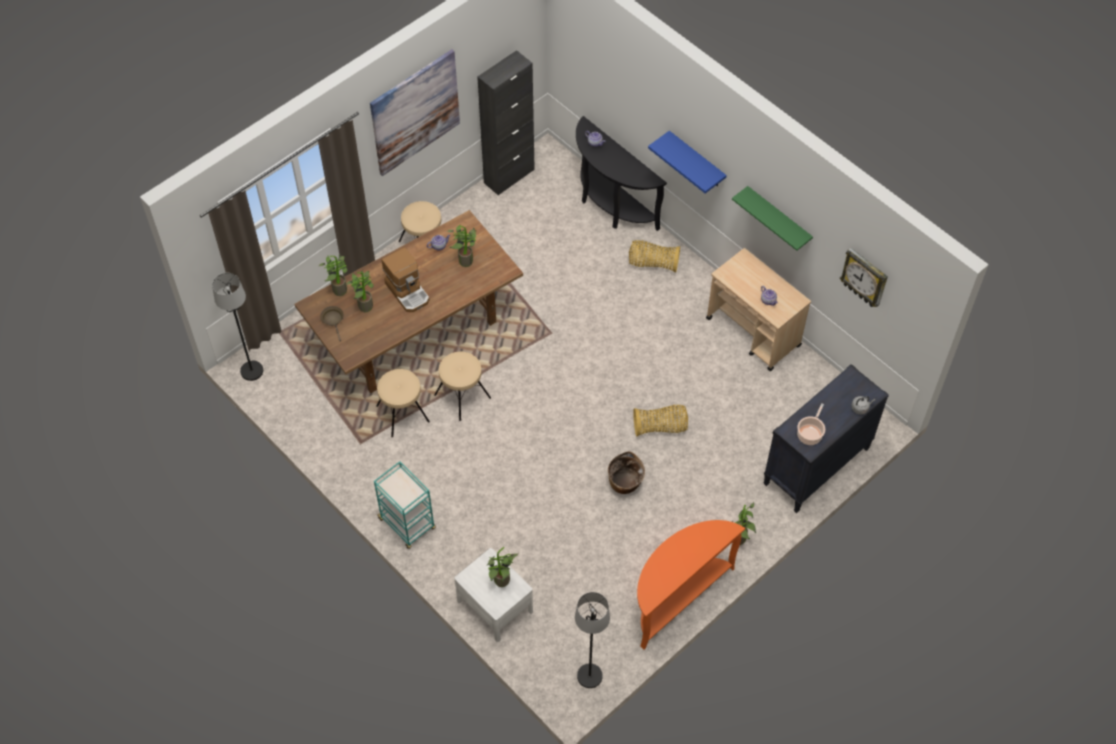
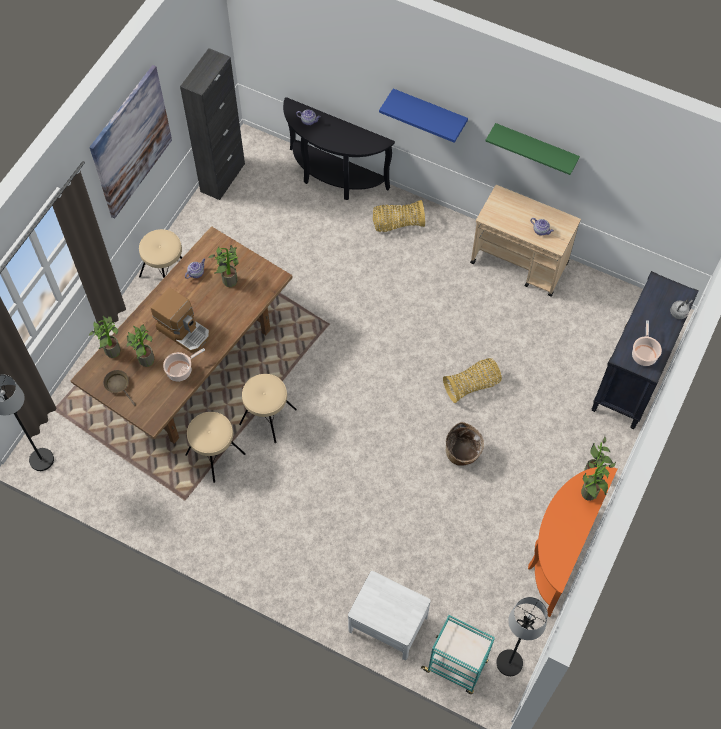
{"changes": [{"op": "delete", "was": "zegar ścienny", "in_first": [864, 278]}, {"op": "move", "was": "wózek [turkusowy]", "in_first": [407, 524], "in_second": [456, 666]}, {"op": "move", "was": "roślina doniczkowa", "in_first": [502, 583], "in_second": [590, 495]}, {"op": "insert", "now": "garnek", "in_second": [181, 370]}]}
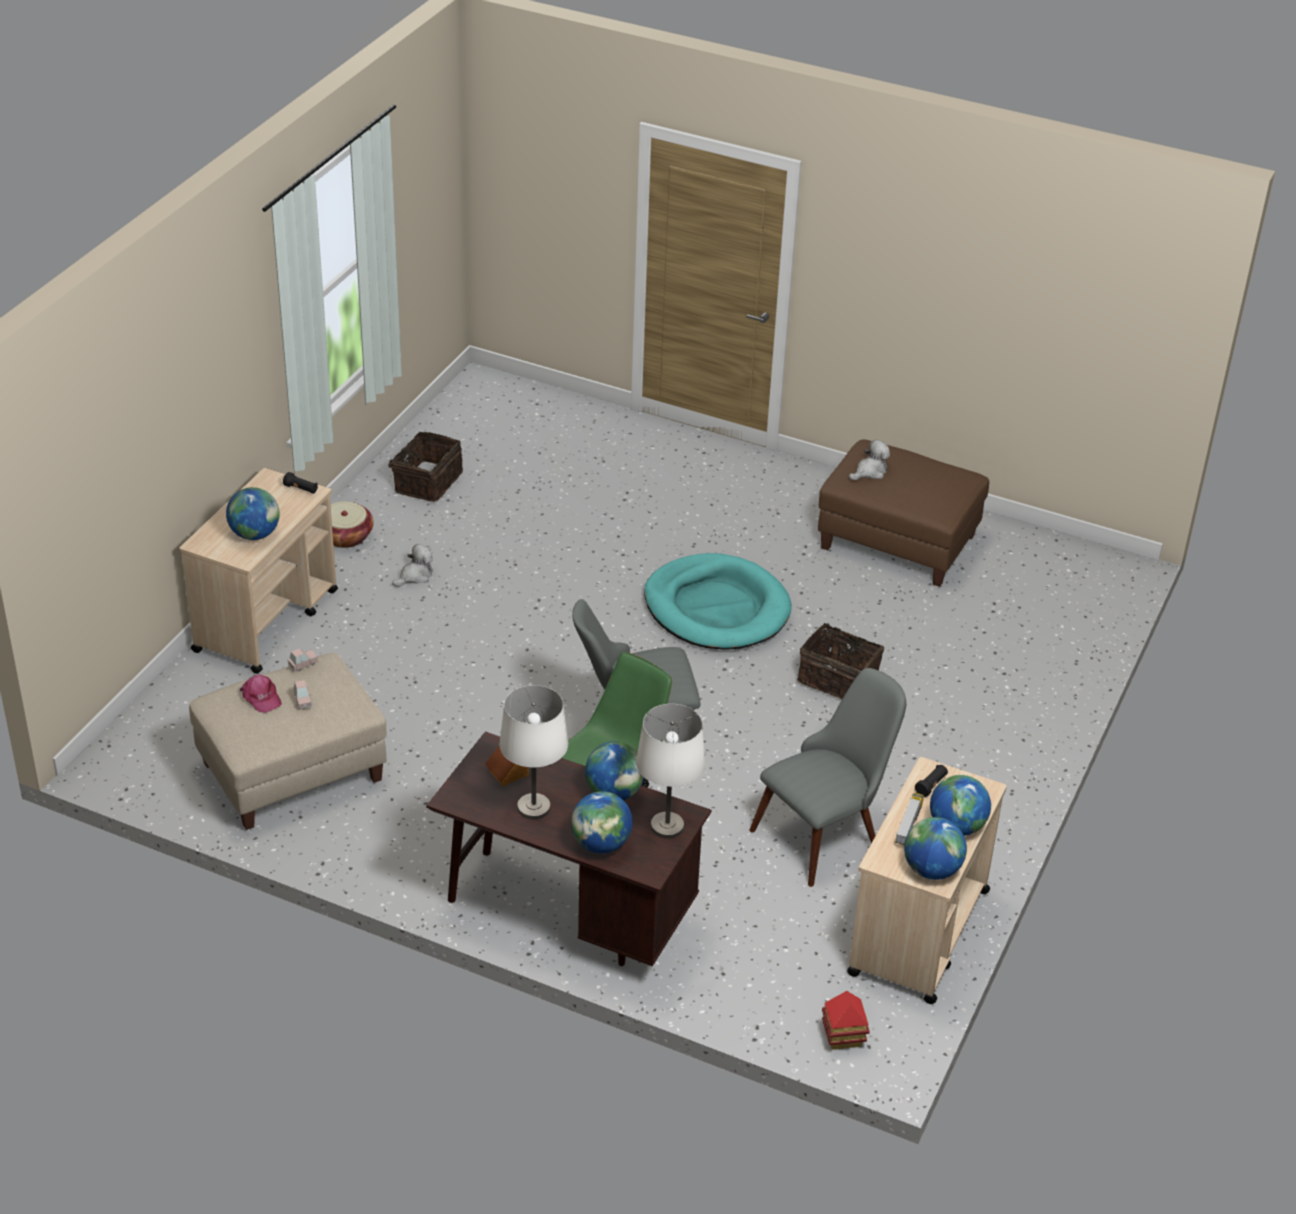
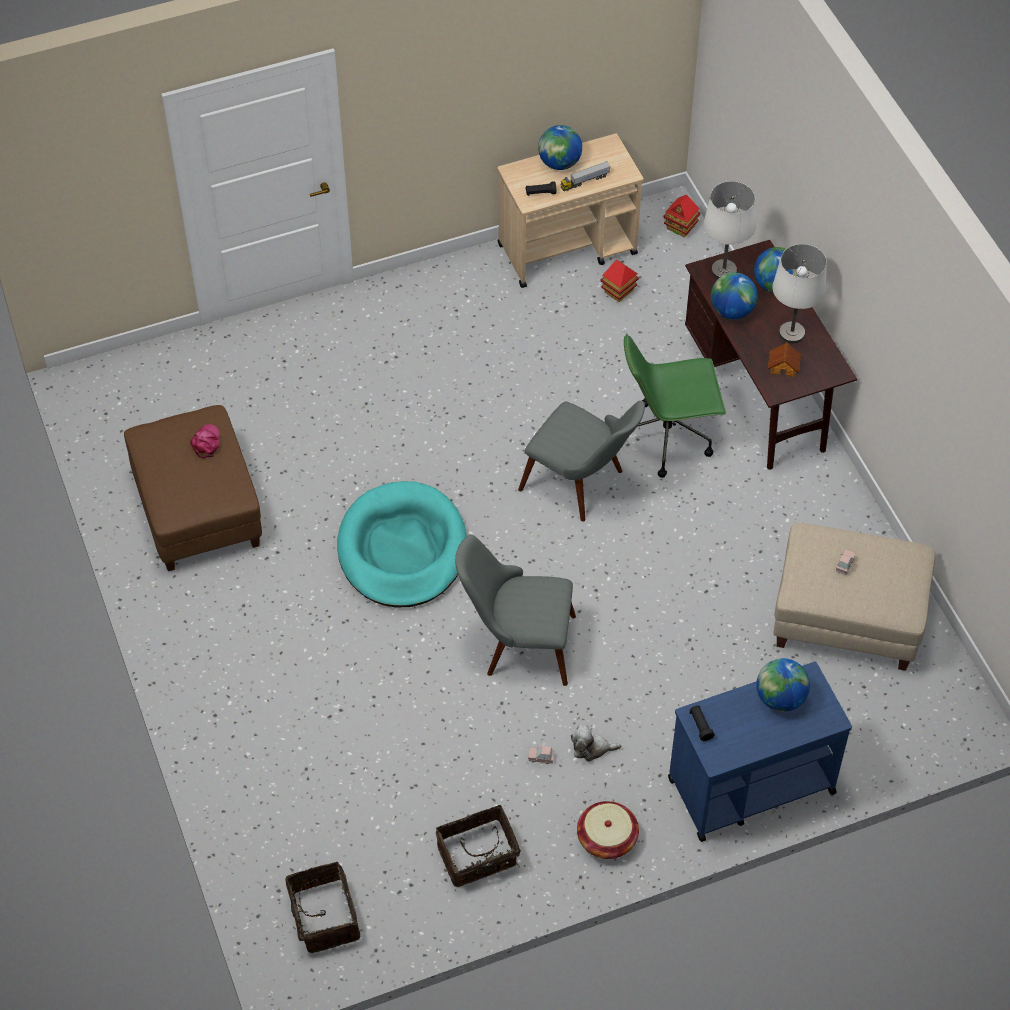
{"changes": [{"op": "delete", "was": "pluszak", "in_first": [870, 472]}, {"op": "recolor", "was": "wózek [beżowy]", "now": "wózek [niebieski]", "in_first": [267, 620], "in_second": [750, 785]}, {"op": "move", "was": "koszyk", "in_first": [838, 679], "in_second": [323, 918]}, {"op": "move", "was": "samochodzik [różowy]", "in_first": [303, 664], "in_second": [541, 758]}, {"op": "move", "was": "krzesło [szary]", "in_first": [826, 832], "in_second": [517, 644]}, {"op": "move", "was": "czapka z daszkiem [różowy]", "in_first": [261, 697], "in_second": [206, 443]}, {"op": "delete", "was": "globus", "in_first": [931, 870]}, {"op": "insert", "now": "domek", "in_second": [618, 292]}]}
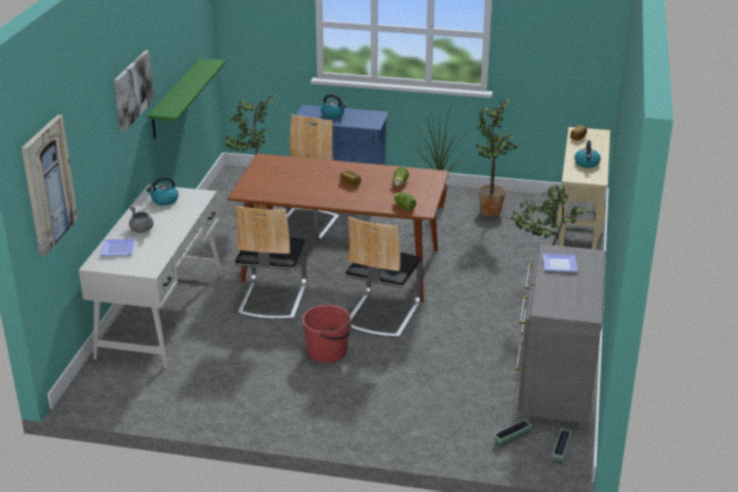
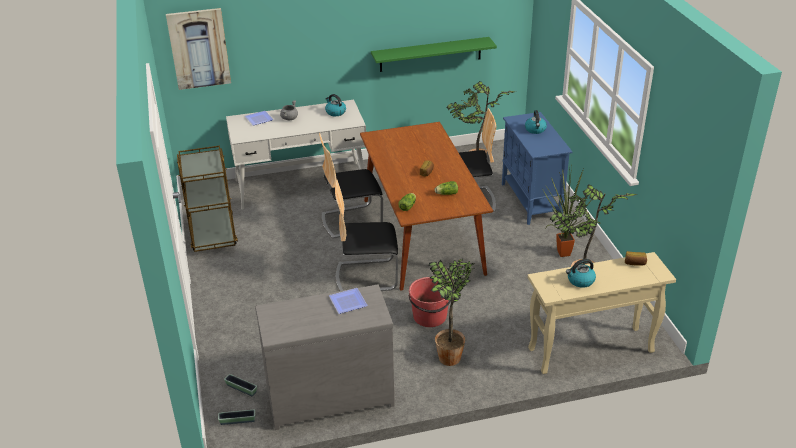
{"changes": [{"op": "delete", "was": "obraz", "in_first": [132, 89]}, {"op": "move", "was": "wiadro [czerwony]", "in_first": [327, 351], "in_second": [430, 317]}, {"op": "insert", "now": "wózek [brązowy]", "in_second": [213, 233]}]}
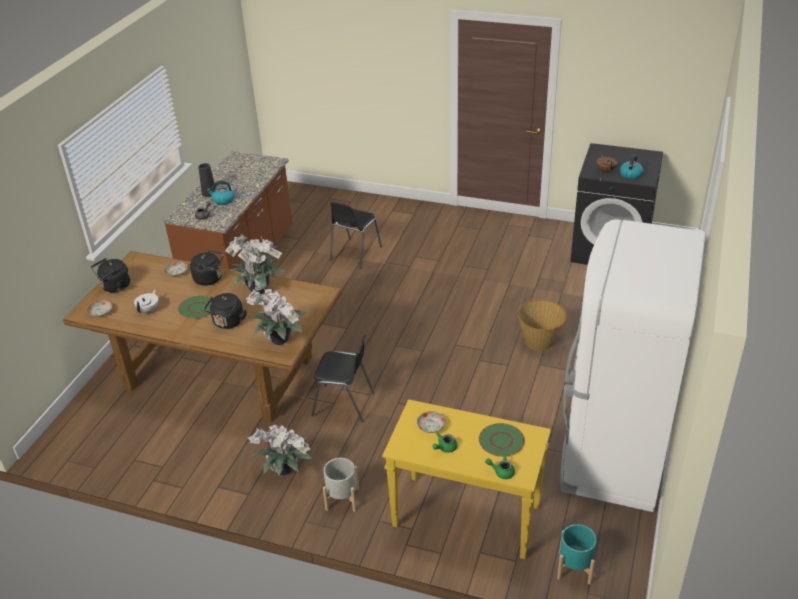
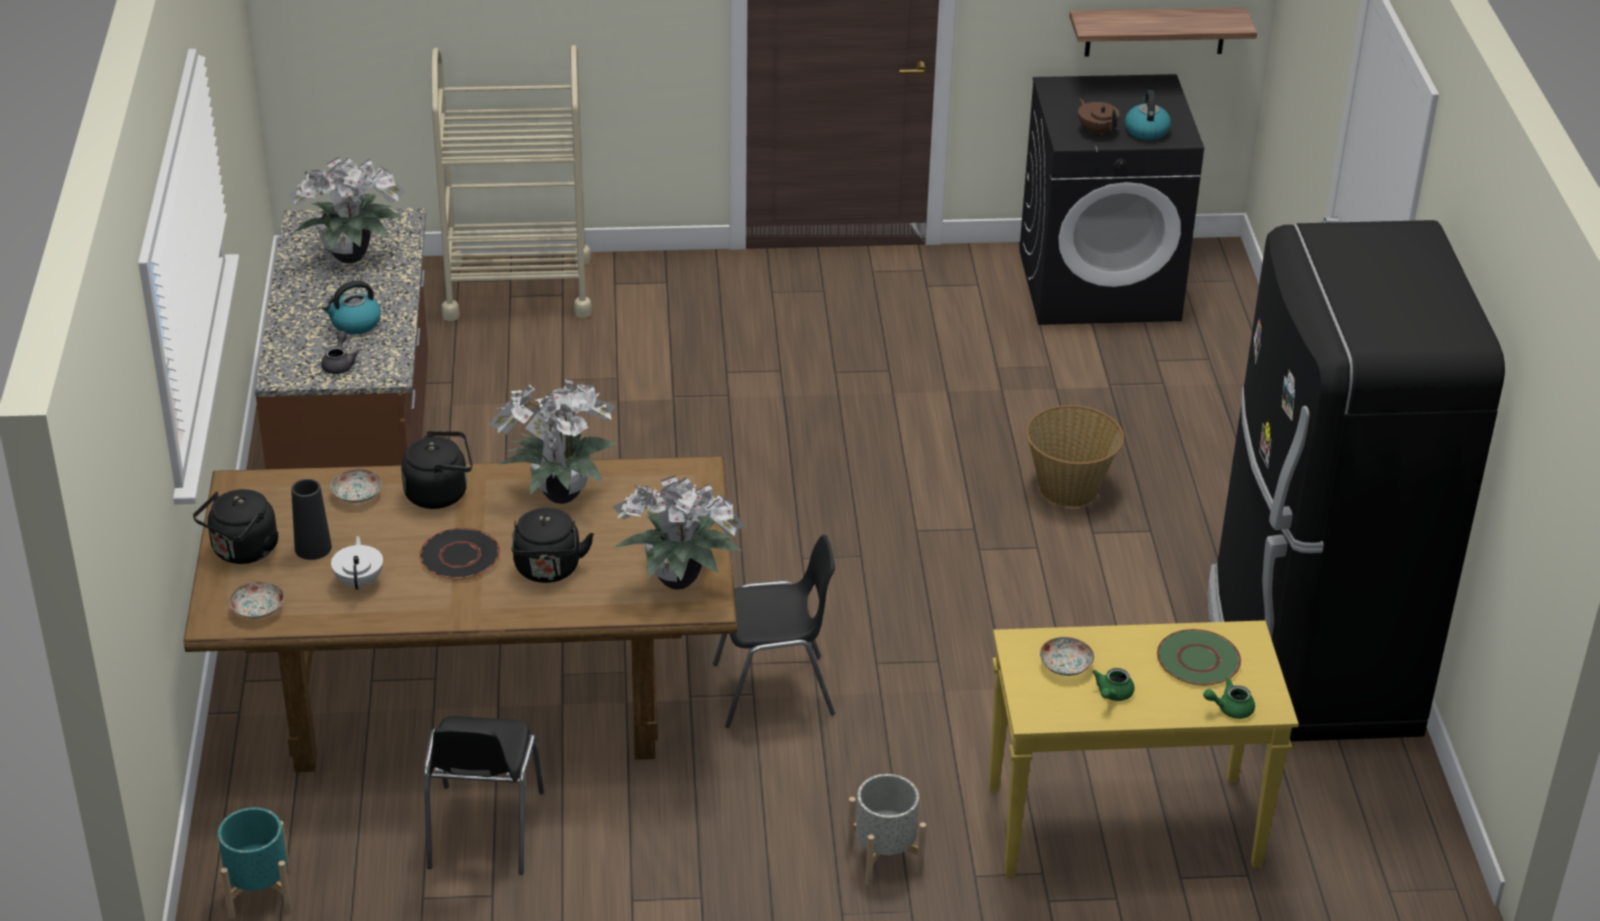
{"changes": [{"op": "move", "was": "wazon [czarny]", "in_first": [209, 193], "in_second": [313, 548]}, {"op": "move", "was": "krzesło [czarny]", "in_first": [355, 253], "in_second": [483, 831]}, {"op": "recolor", "was": "lodówka [biały]", "now": "lodówka [czarny]", "in_first": [613, 454], "in_second": [1307, 658]}, {"op": "recolor", "was": "talerz [zielony]", "now": "talerz [czarny]", "in_first": [197, 308], "in_second": [459, 556]}, {"op": "move", "was": "roślina doniczkowa", "in_first": [286, 471], "in_second": [353, 257]}, {"op": "move", "was": "donica [turkusowy]", "in_first": [575, 568], "in_second": [259, 893]}, {"op": "insert", "now": "półka", "in_second": [1155, 31]}, {"op": "insert", "now": "wózek [beżowy]", "in_second": [517, 288]}]}
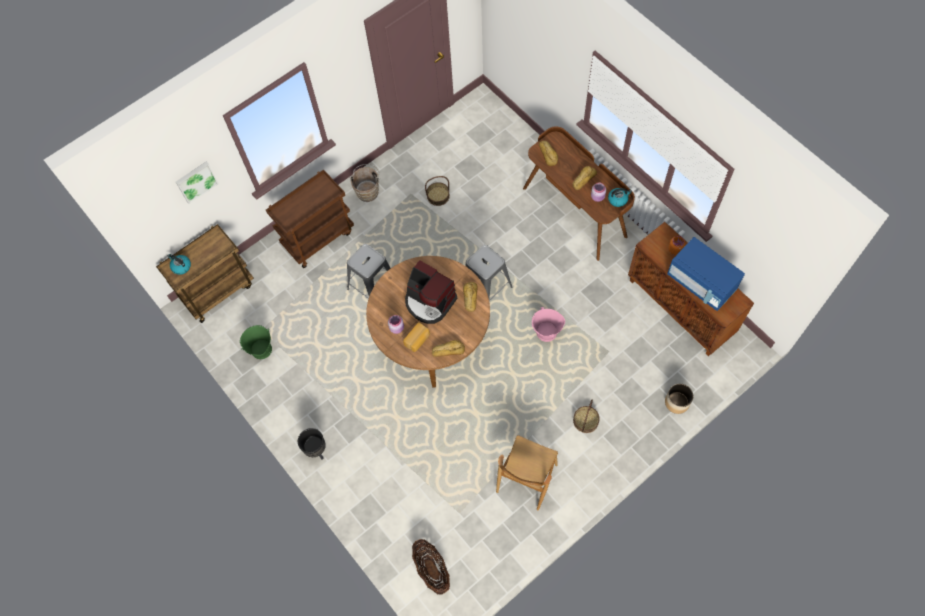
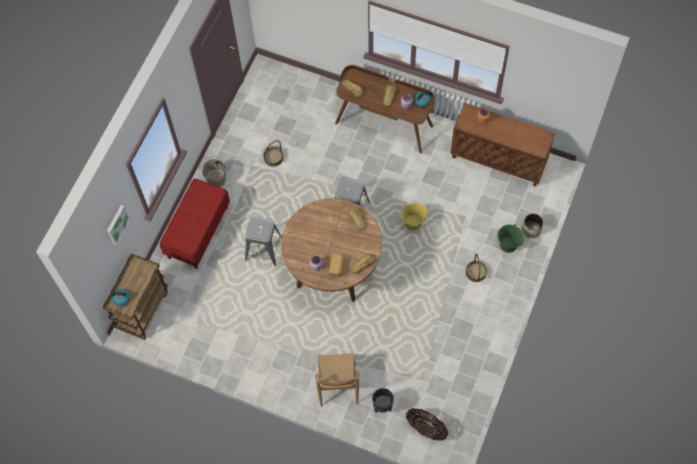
{"changes": [{"op": "replace", "was": "wózek [brązowy]", "now": "ławka [czerwony]", "in_first": [318, 237], "in_second": [198, 232]}, {"op": "delete", "was": "mikrofalówka [niebieski]", "in_first": [701, 283]}, {"op": "delete", "was": "ekspres do kawy", "in_first": [429, 302]}, {"op": "recolor", "was": "wiadro [różowy]", "now": "wiadro [żółty]", "in_first": [546, 332], "in_second": [413, 223]}, {"op": "move", "was": "wiadro [zielony]", "in_first": [261, 350], "in_second": [508, 245]}, {"op": "move", "was": "donica [czarny]", "in_first": [316, 450], "in_second": [382, 407]}, {"op": "move", "was": "krzesło [brązowy]", "in_first": [526, 478], "in_second": [337, 385]}]}
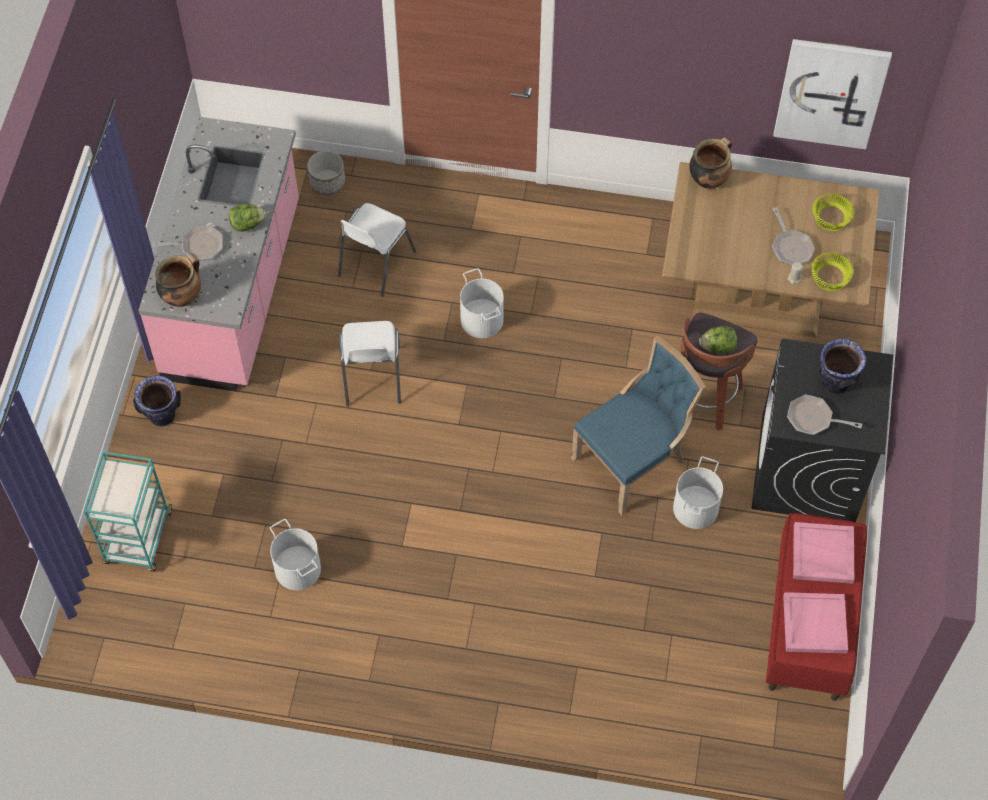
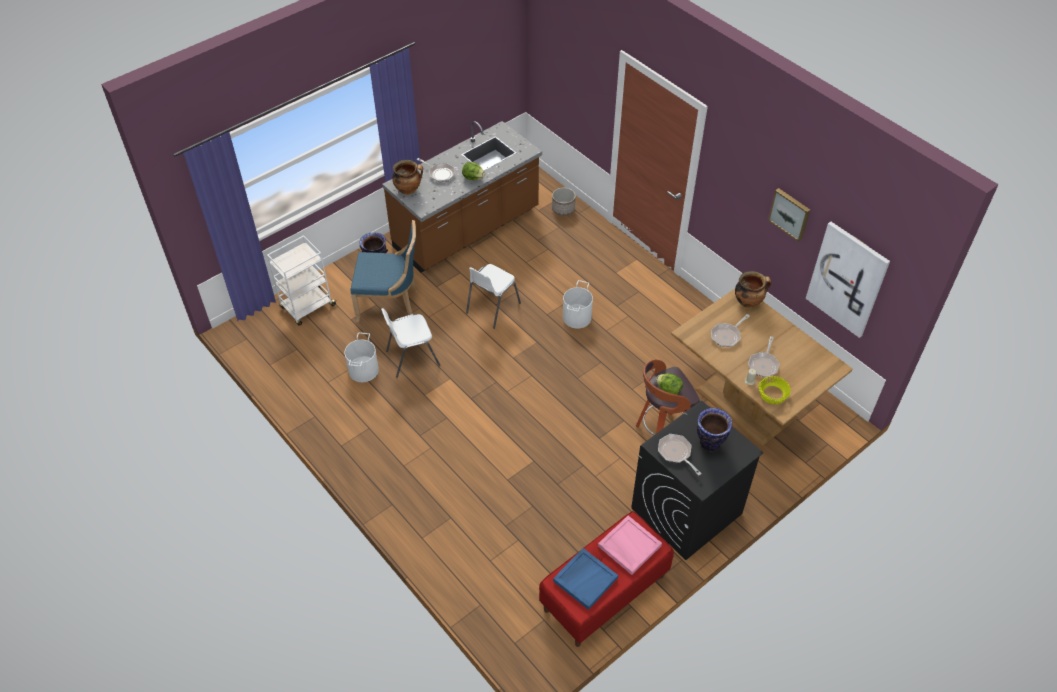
{"changes": [{"op": "recolor", "was": "zabudowa kuchenna [różowy]", "now": "zabudowa kuchenna [brązowy]", "in_first": [234, 291], "in_second": [467, 229]}, {"op": "delete", "was": "miska [żółty]", "in_first": [830, 217]}, {"op": "move", "was": "krzesło [biały]", "in_first": [375, 264], "in_second": [412, 358]}, {"op": "move", "was": "krzesło [niebieski]", "in_first": [633, 460], "in_second": [390, 304]}, {"op": "recolor", "was": "wózek [turkusowy]", "now": "wózek [biały]", "in_first": [138, 539], "in_second": [307, 307]}, {"op": "delete", "was": "wiadro [biały]", "in_first": [696, 508]}, {"op": "recolor", "was": "taca [różowy]", "now": "taca [niebieski]", "in_first": [814, 623], "in_second": [585, 579]}, {"op": "insert", "now": "obraz", "in_second": [790, 214]}, {"op": "insert", "now": "patelnia", "in_second": [727, 335]}]}
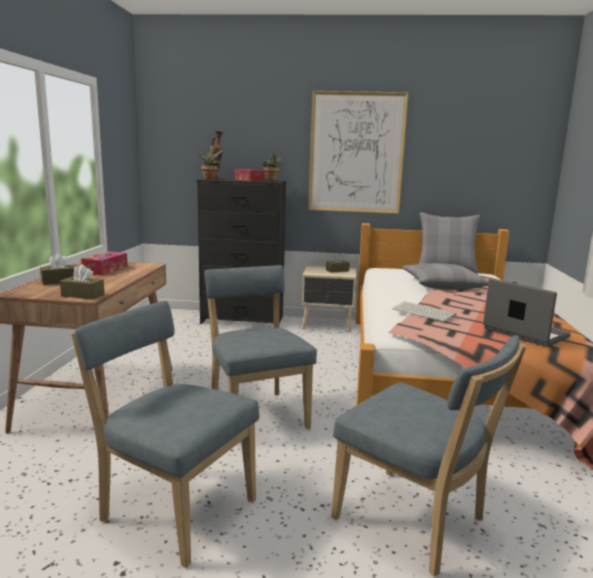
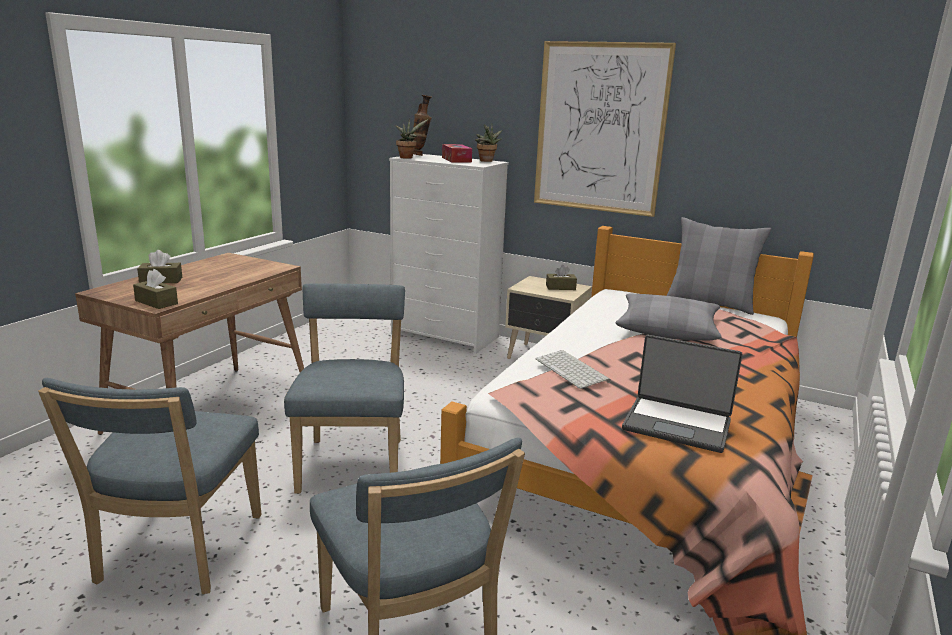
{"changes": [{"op": "recolor", "was": "komoda [czarny]", "now": "komoda [biały]", "in_first": [243, 320], "in_second": [445, 336]}, {"op": "delete", "was": "pudełko chusteczek", "in_first": [105, 270]}, {"op": "rotate", "was": "laptop", "in_first": [524, 333], "in_second": [677, 424], "clockwise": 135}, {"op": "rotate", "was": "krzesło [niebieski]", "in_first": [174, 508], "in_second": [177, 553], "clockwise": -135}]}
